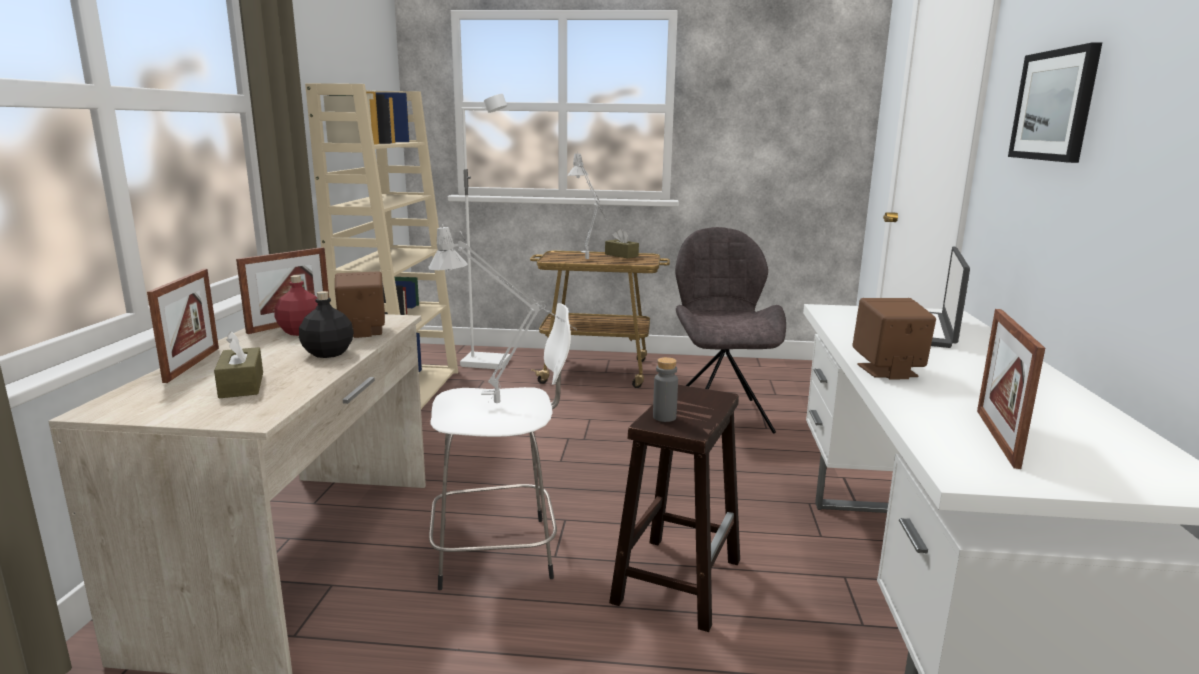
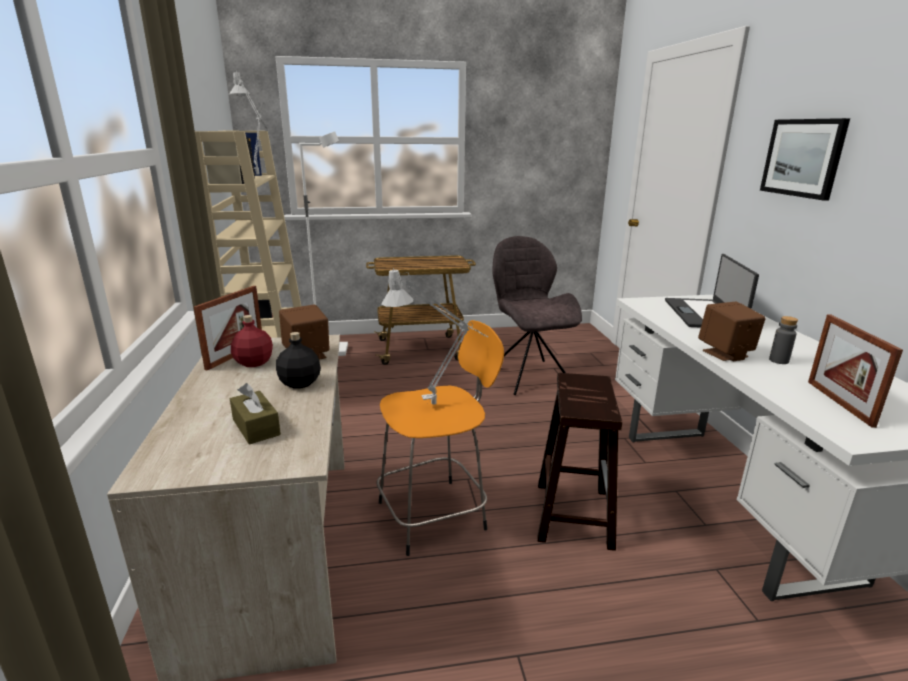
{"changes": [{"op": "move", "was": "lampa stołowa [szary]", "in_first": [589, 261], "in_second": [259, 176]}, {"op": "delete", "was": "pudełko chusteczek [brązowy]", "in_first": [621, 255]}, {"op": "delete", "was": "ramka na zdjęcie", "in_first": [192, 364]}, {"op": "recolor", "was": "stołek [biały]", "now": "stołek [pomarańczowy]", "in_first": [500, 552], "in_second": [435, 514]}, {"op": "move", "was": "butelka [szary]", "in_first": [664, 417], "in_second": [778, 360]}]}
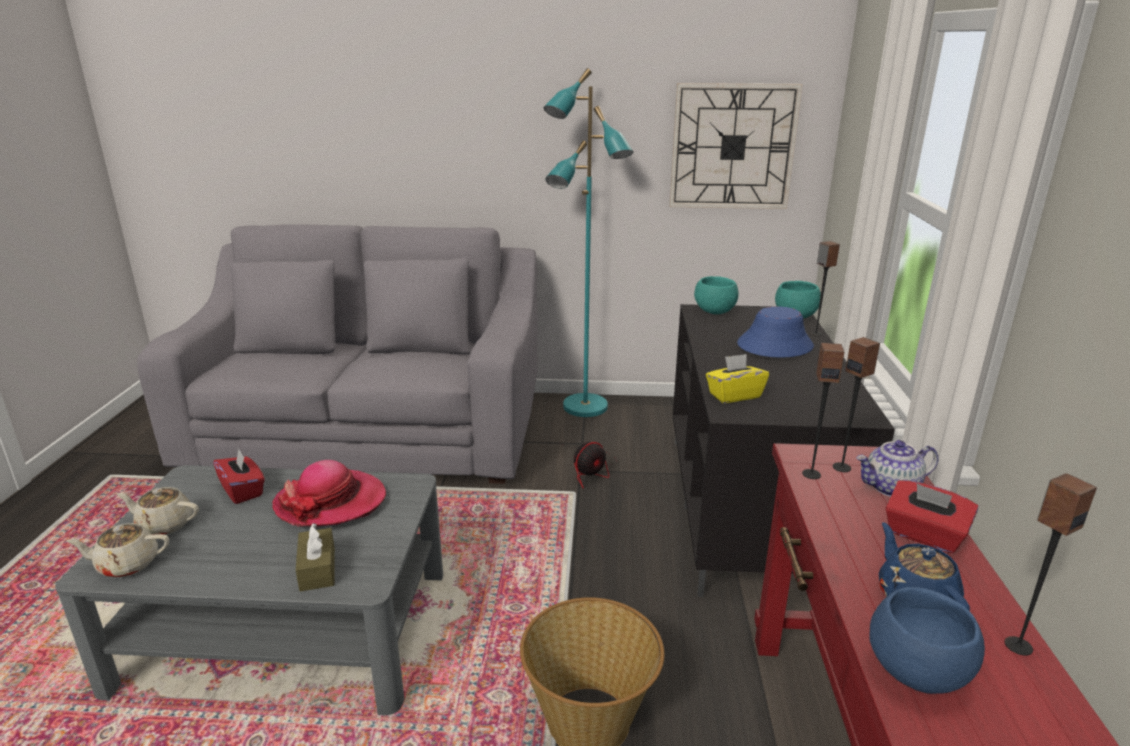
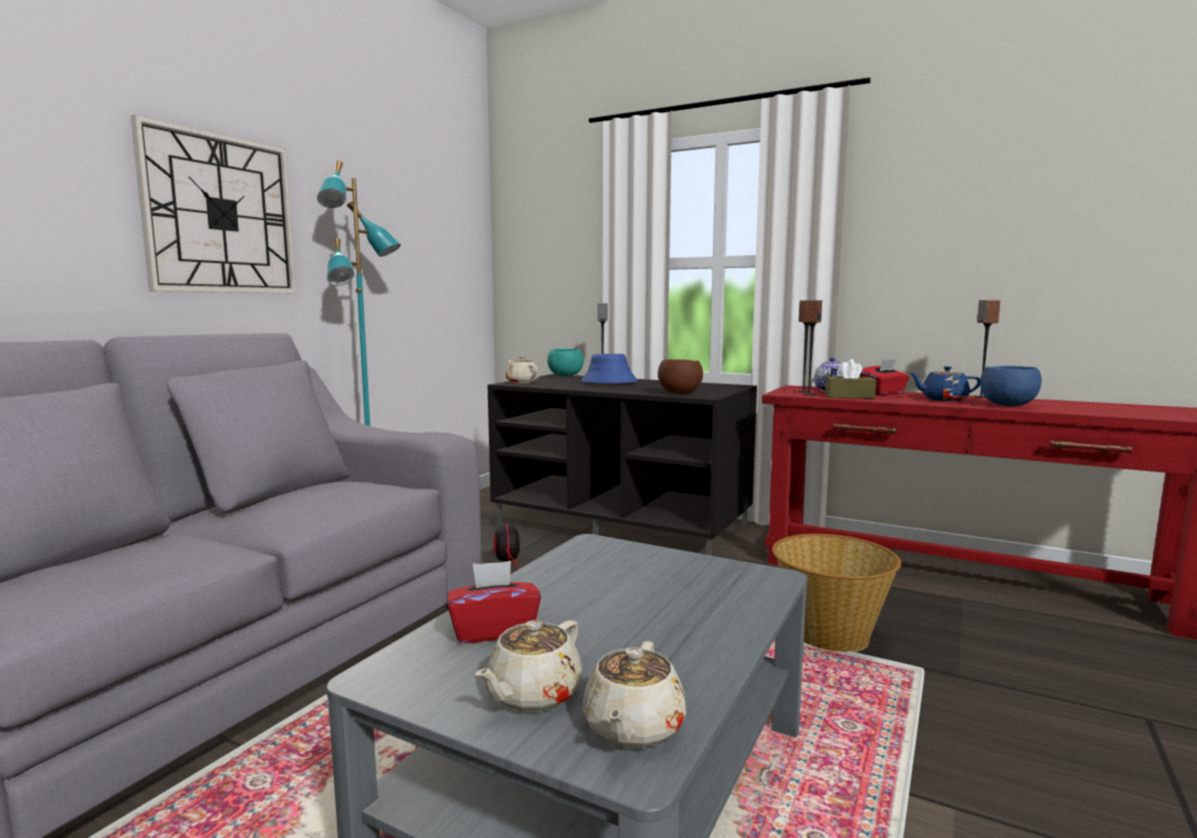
{"changes": [{"op": "move", "was": "zegar ścienny", "in_first": [732, 147], "in_second": [220, 214]}, {"op": "replace", "was": "miska [turkusowy]", "now": "imbryk [beżowy]", "in_first": [715, 312], "in_second": [522, 382]}, {"op": "replace", "was": "pudełko chusteczek [żółty]", "now": "miska [brązowy]", "in_first": [734, 395], "in_second": [680, 393]}, {"op": "delete", "was": "kapelusz", "in_first": [331, 502]}, {"op": "move", "was": "pudełko chusteczek [brązowy]", "in_first": [317, 569], "in_second": [849, 396]}]}
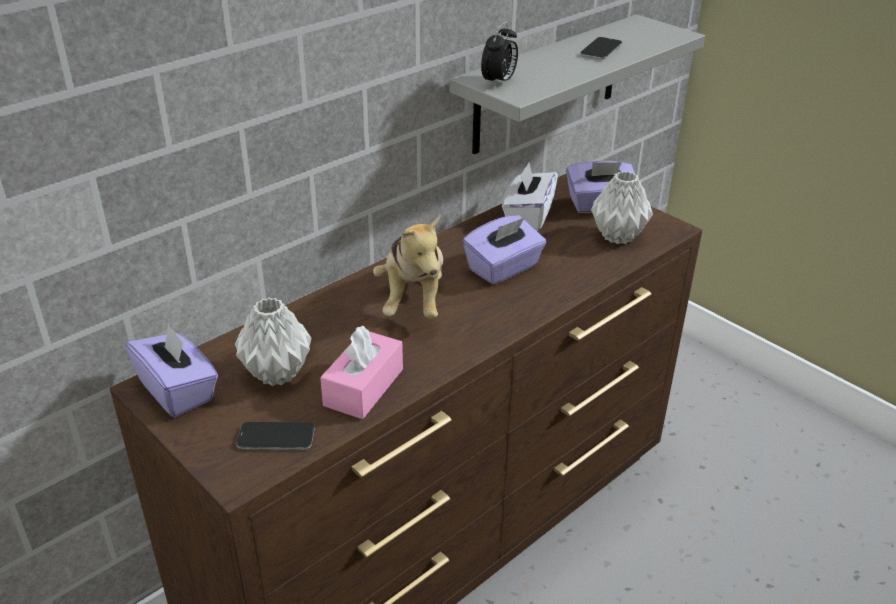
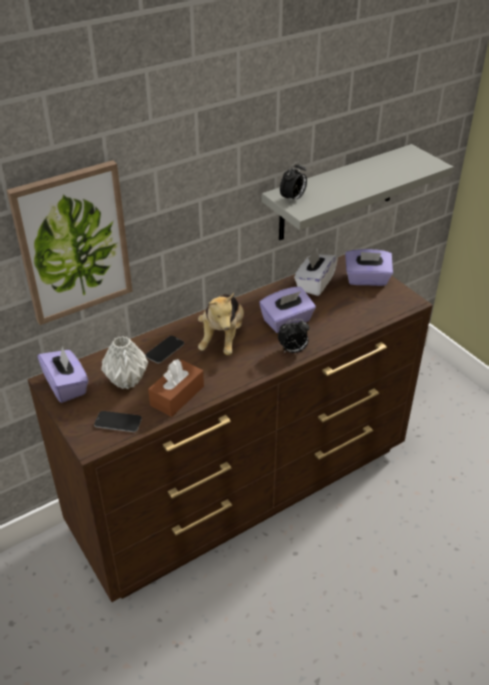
{"changes": [{"op": "move", "was": "telefon", "in_first": [601, 50], "in_second": [165, 350]}, {"op": "delete", "was": "wazon [szary]", "in_first": [617, 236]}, {"op": "recolor", "was": "pudełko chusteczek [różowy]", "now": "pudełko chusteczek [brązowy]", "in_first": [364, 387], "in_second": [177, 396]}, {"op": "insert", "now": "obraz", "in_second": [73, 243]}, {"op": "insert", "now": "budzik", "in_second": [293, 350]}]}
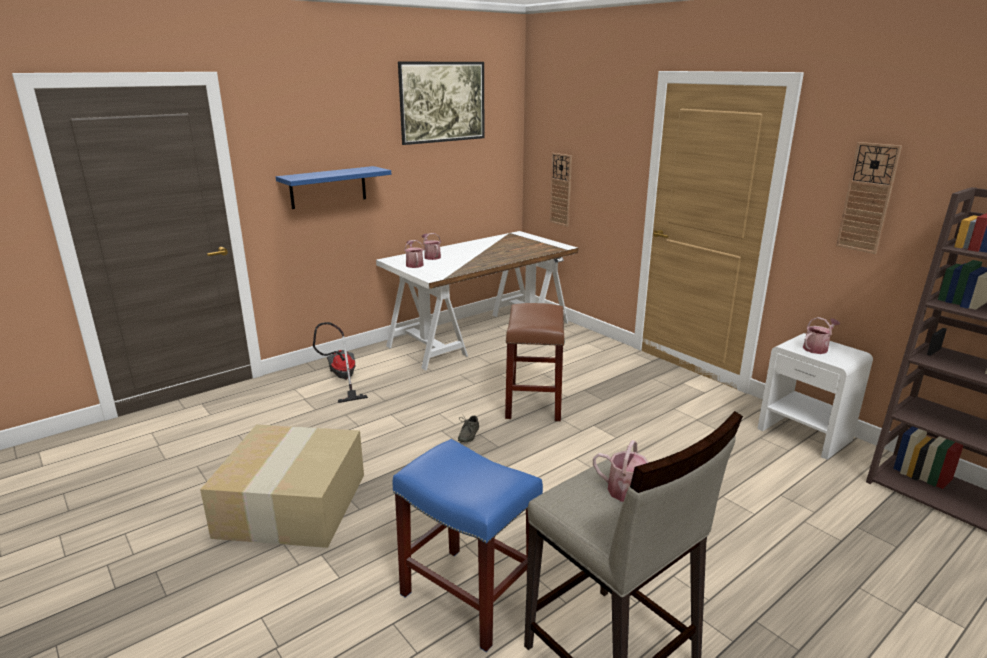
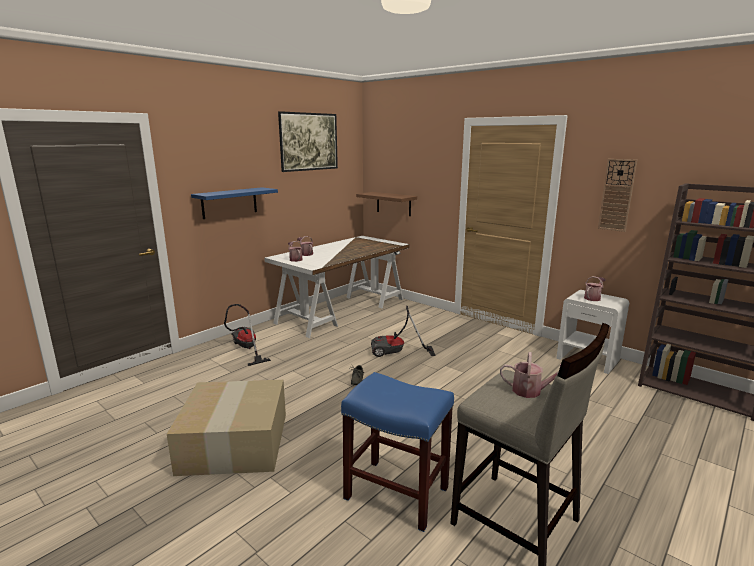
{"changes": [{"op": "replace", "was": "zegar ścienny", "now": "półka", "in_first": [561, 189], "in_second": [393, 203]}, {"op": "replace", "was": "stołek [brązowy]", "now": "odkurzacz", "in_first": [533, 402], "in_second": [396, 353]}]}
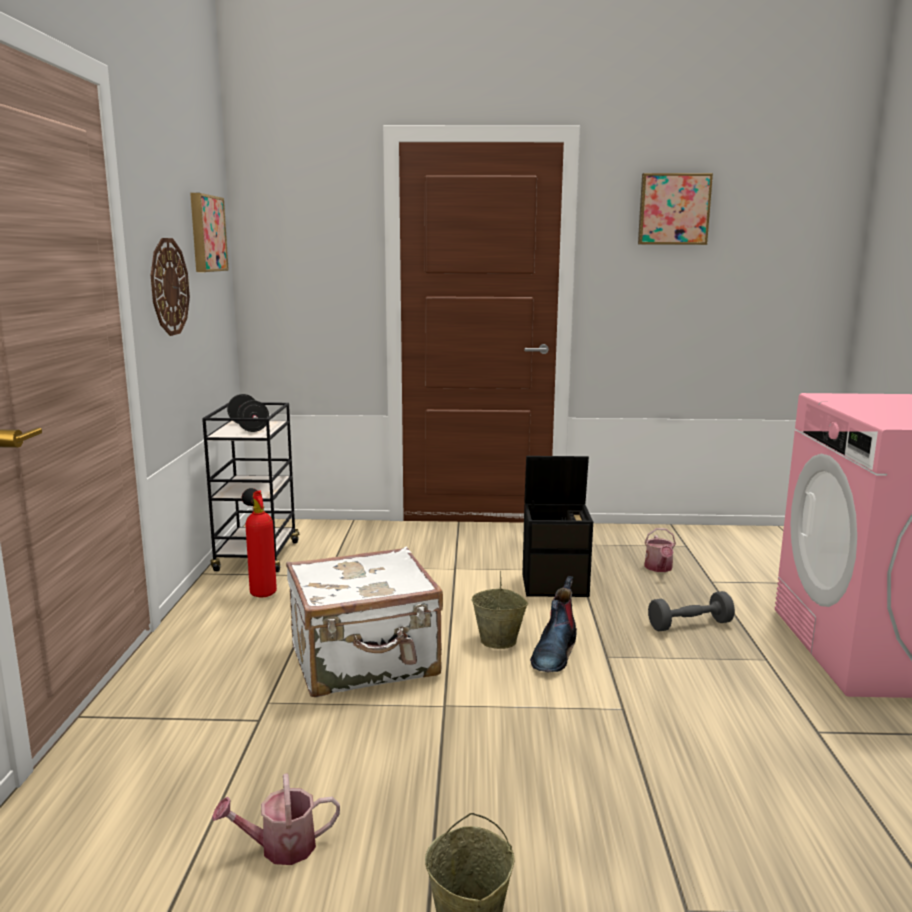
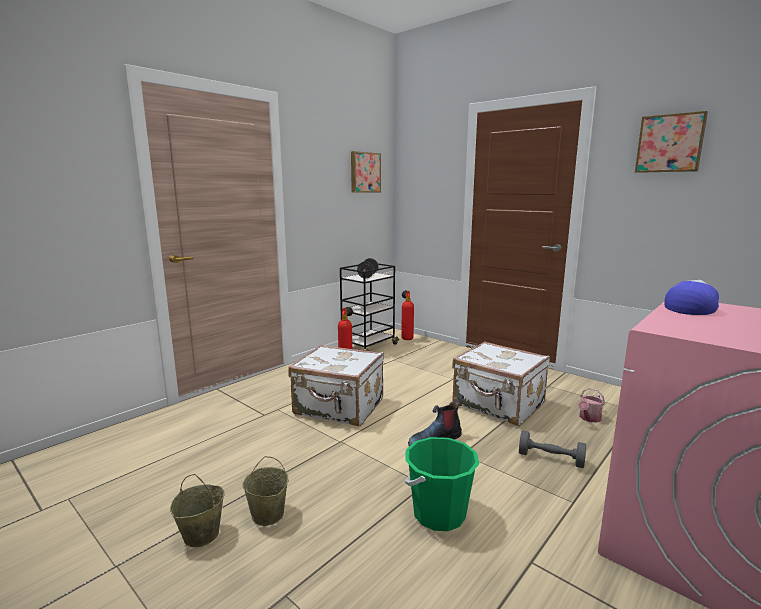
{"changes": [{"op": "delete", "was": "zegar ścienny", "in_first": [169, 287]}, {"op": "replace", "was": "pojemnik do przechowywania [czarny]", "now": "walizka [biały]", "in_first": [556, 585], "in_second": [498, 405]}, {"op": "move", "was": "wiadro [beżowy]", "in_first": [499, 641], "in_second": [268, 515]}, {"op": "delete", "was": "konewka", "in_first": [280, 847]}, {"op": "insert", "now": "czapka z daszkiem", "in_second": [692, 308]}, {"op": "insert", "now": "gaśnica", "in_second": [406, 338]}, {"op": "insert", "now": "wiadro [zielony]", "in_second": [439, 514]}]}
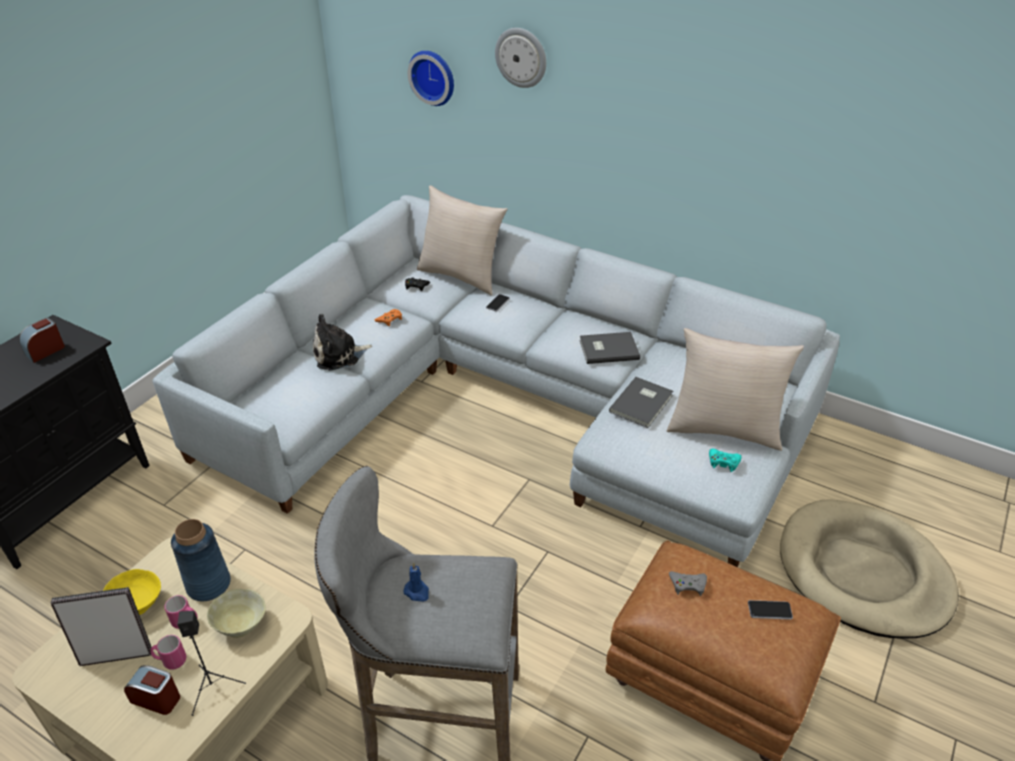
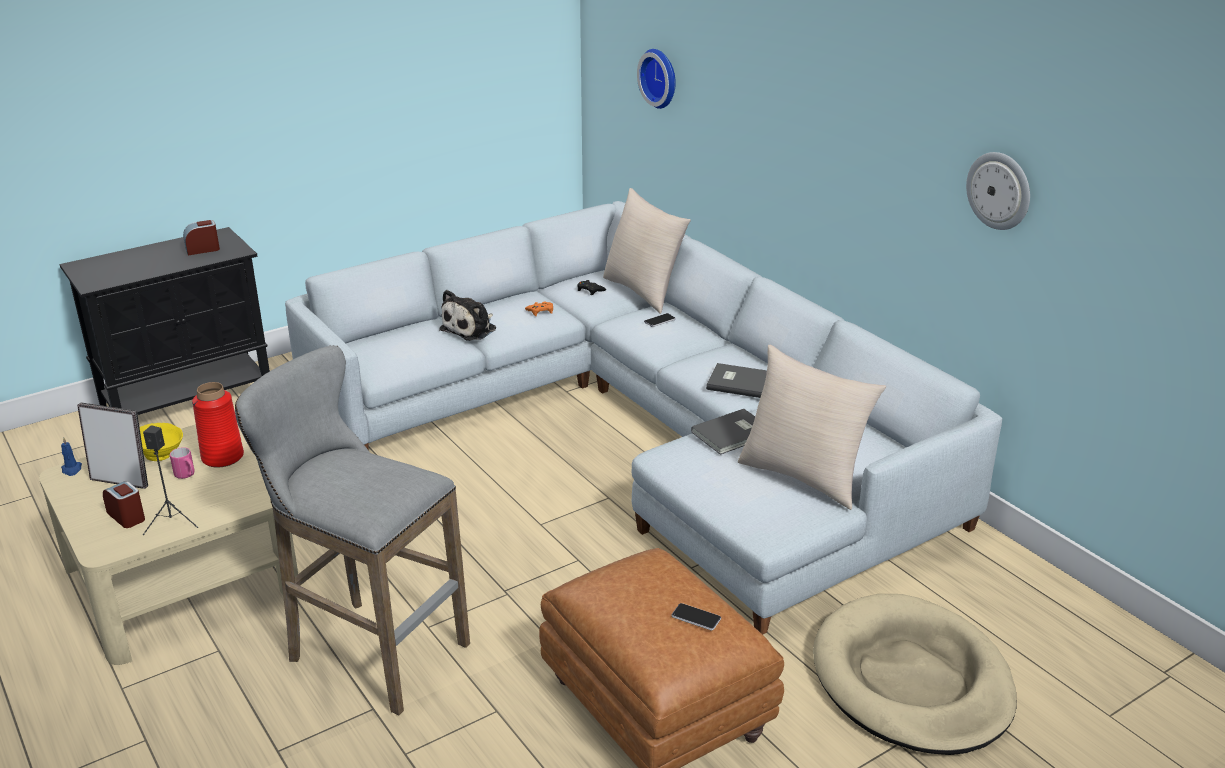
{"changes": [{"op": "move", "was": "zegar ścienny", "in_first": [521, 57], "in_second": [999, 190]}, {"op": "rotate", "was": "pluszak", "in_first": [339, 355], "in_second": [471, 329], "clockwise": -60}, {"op": "delete", "was": "pad do gier [turkusowy]", "in_first": [723, 463]}, {"op": "recolor", "was": "wazon [niebieski]", "now": "wazon [czerwony]", "in_first": [209, 584], "in_second": [223, 457]}, {"op": "move", "was": "świeca [niebieski]", "in_first": [417, 592], "in_second": [72, 469]}, {"op": "delete", "was": "pad do gier [szary]", "in_first": [688, 585]}, {"op": "delete", "was": "miska [beżowy]", "in_first": [242, 626]}, {"op": "delete", "was": "kubek [różowy]", "in_first": [170, 660]}]}
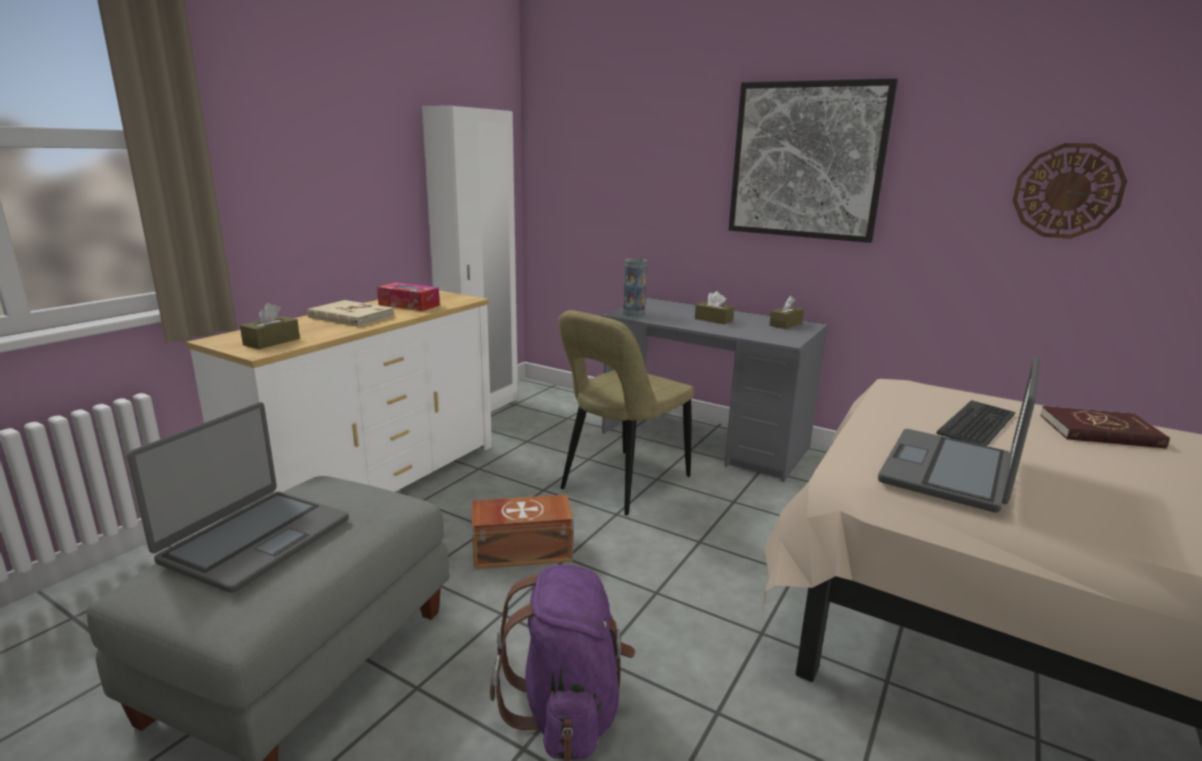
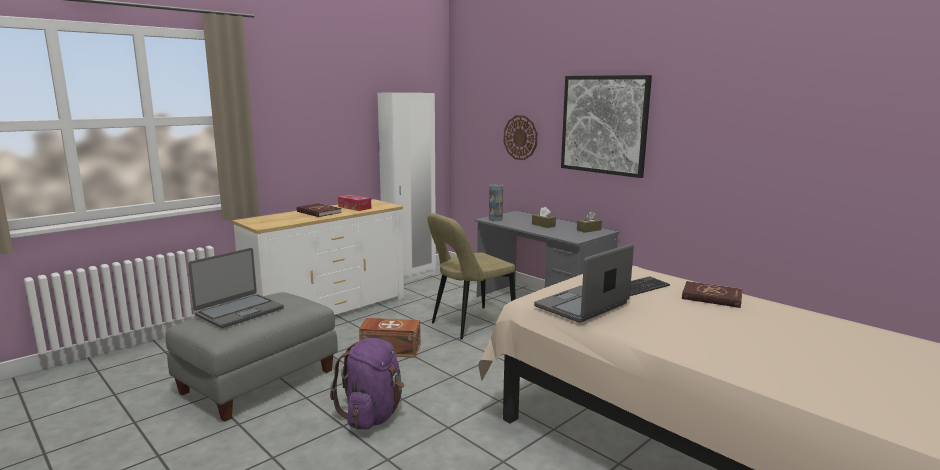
{"changes": [{"op": "move", "was": "zegar ścienny", "in_first": [1067, 191], "in_second": [520, 137]}, {"op": "recolor", "was": "książka [beżowy]", "now": "książka [czerwony]", "in_first": [350, 317], "in_second": [318, 212]}, {"op": "delete", "was": "pudełko chusteczek [brązowy]", "in_first": [272, 342]}]}
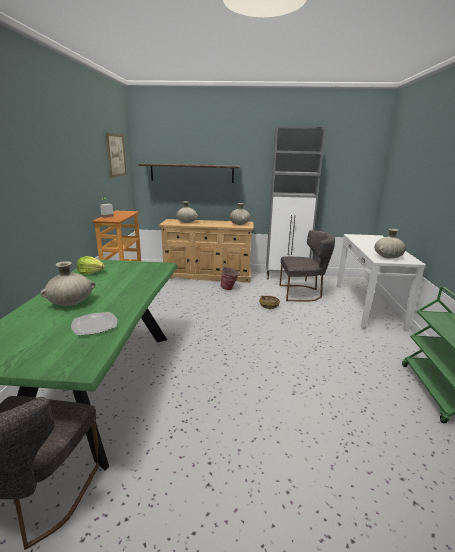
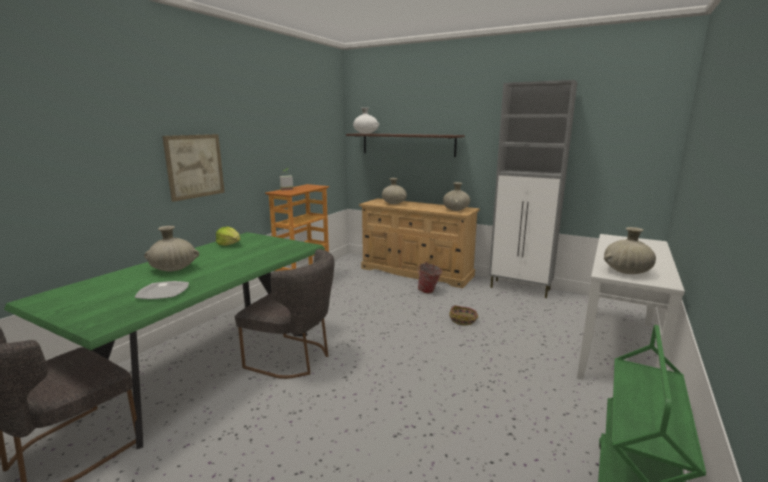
{"changes": [{"op": "move", "was": "obraz", "in_first": [116, 155], "in_second": [195, 166]}, {"op": "move", "was": "krzesło [szary]", "in_first": [303, 293], "in_second": [294, 358]}, {"op": "insert", "now": "wazon [biały]", "in_second": [365, 133]}]}
